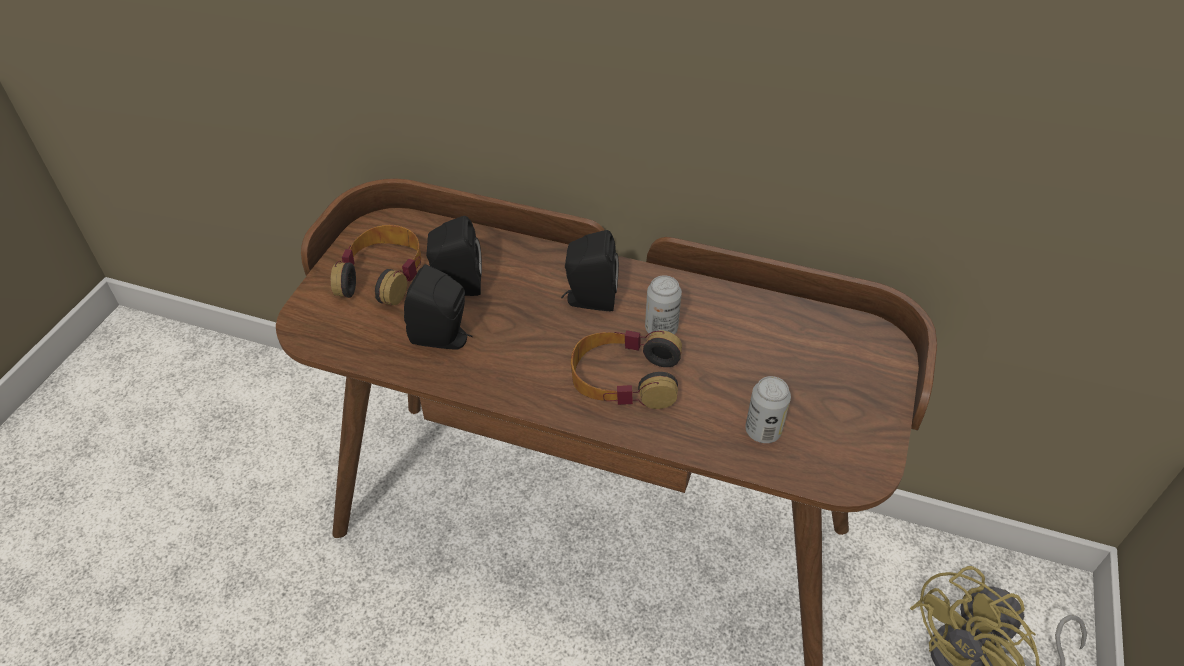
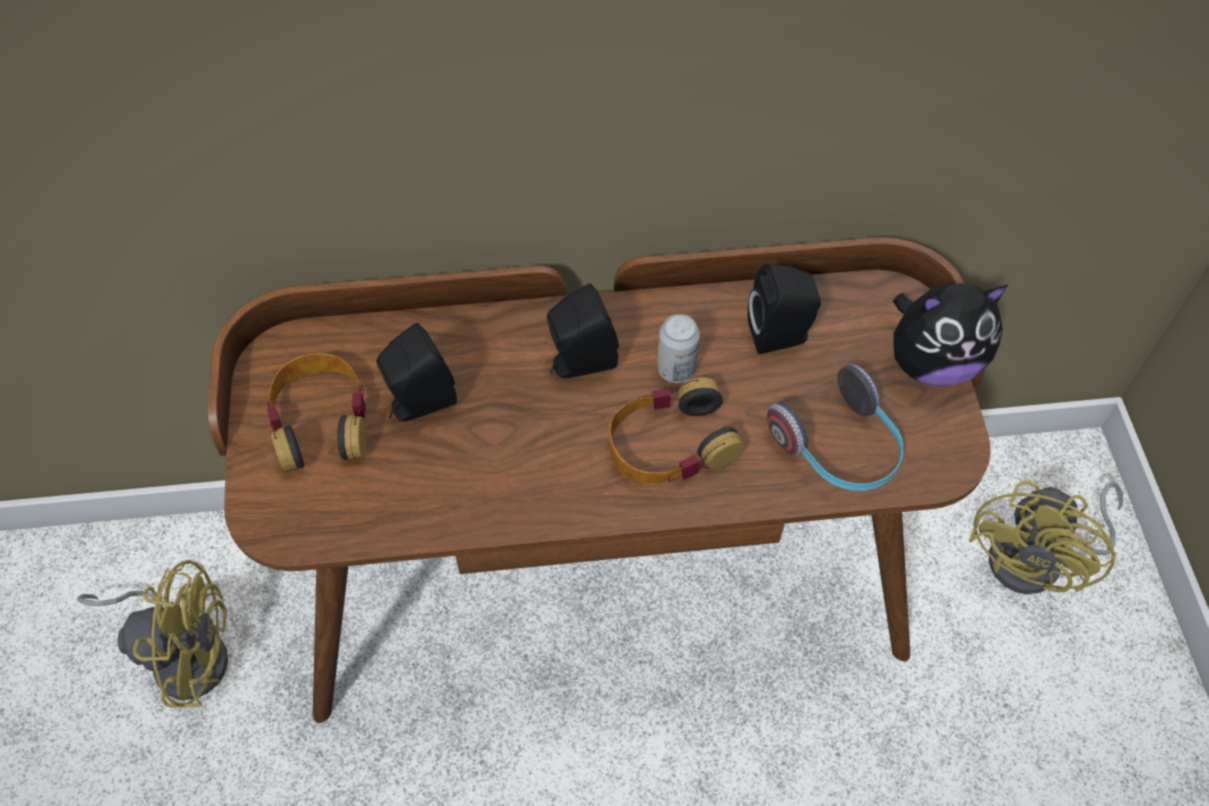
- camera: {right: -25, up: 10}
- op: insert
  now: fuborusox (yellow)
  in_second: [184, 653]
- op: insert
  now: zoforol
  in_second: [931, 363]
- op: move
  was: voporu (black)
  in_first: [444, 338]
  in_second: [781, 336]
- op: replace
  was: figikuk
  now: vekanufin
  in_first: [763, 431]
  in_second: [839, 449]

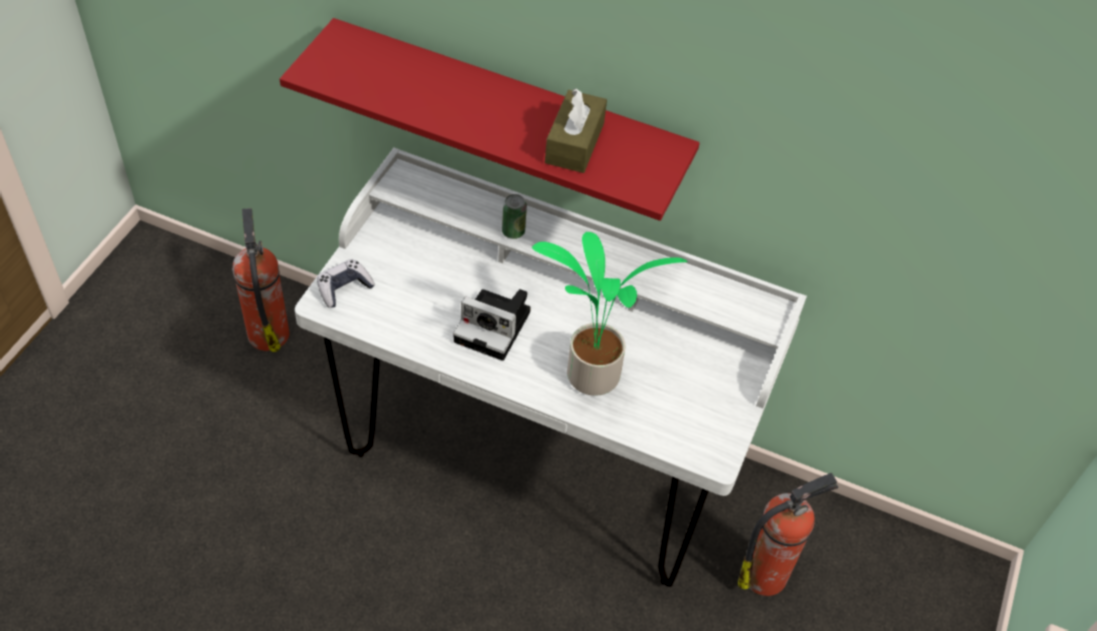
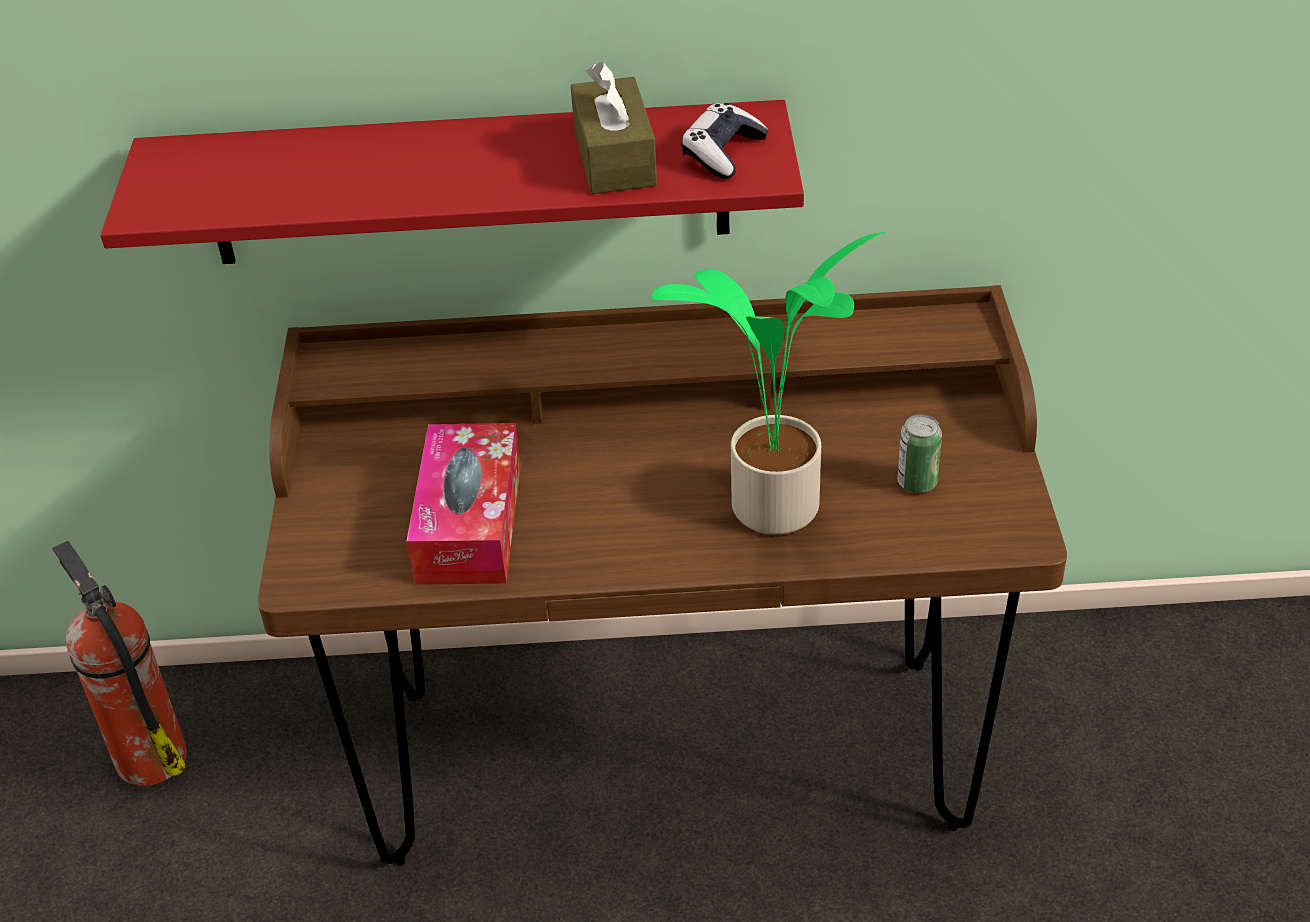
- camera: {right: -20, up: -10}
- op: delete
  was: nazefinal
  in_first: [495, 327]
- op: delete
  was: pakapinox
  in_first: [766, 574]
- op: insert
  now: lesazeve
  in_second: [469, 523]
- op: move
  was: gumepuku
  in_first: [344, 288]
  in_second: [723, 153]
- op: move
  was: figikuk
  in_first: [513, 231]
  in_second: [917, 482]
- op: recolor
  was: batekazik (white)
  now: batekazik (brown)
  in_first: [535, 465]
  in_second: [670, 757]

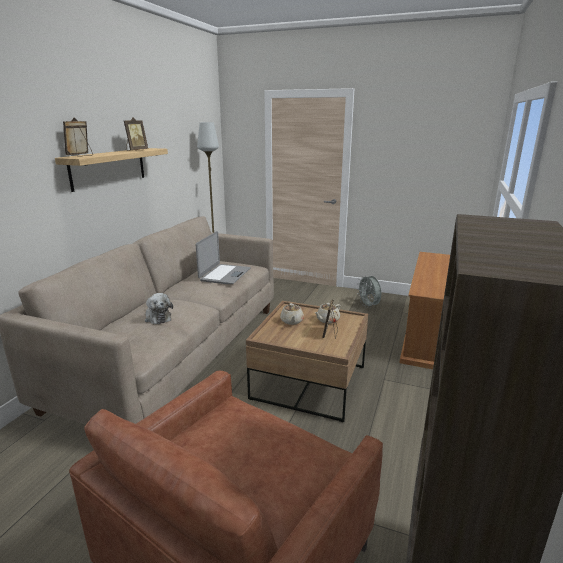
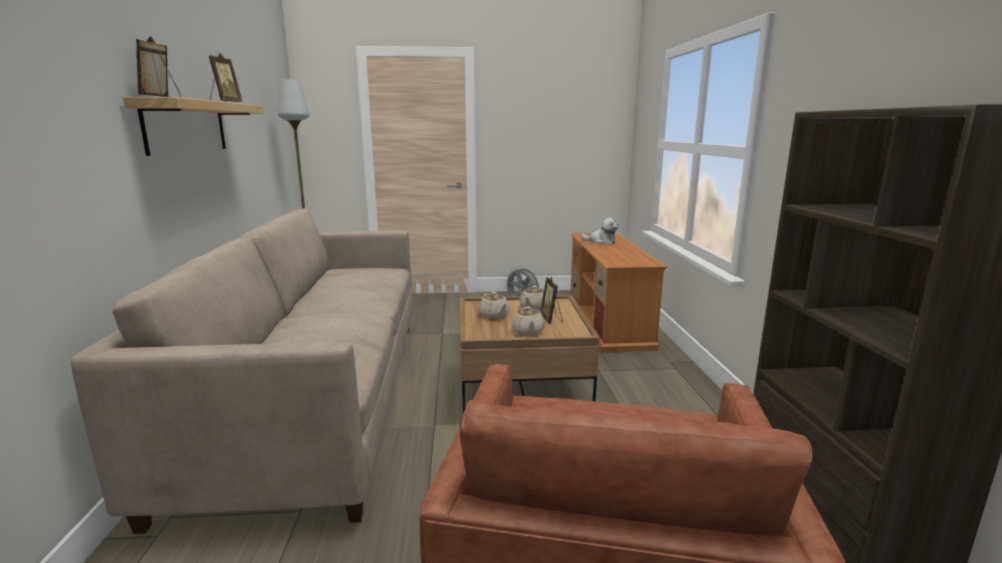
- camera: {right: -25, up: -5}
- op: delete
  was: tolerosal
  in_first: [224, 275]
- op: insert
  now: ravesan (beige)
  in_second: [528, 332]
- op: move
  was: zoforol
  in_first: [157, 317]
  in_second: [601, 241]

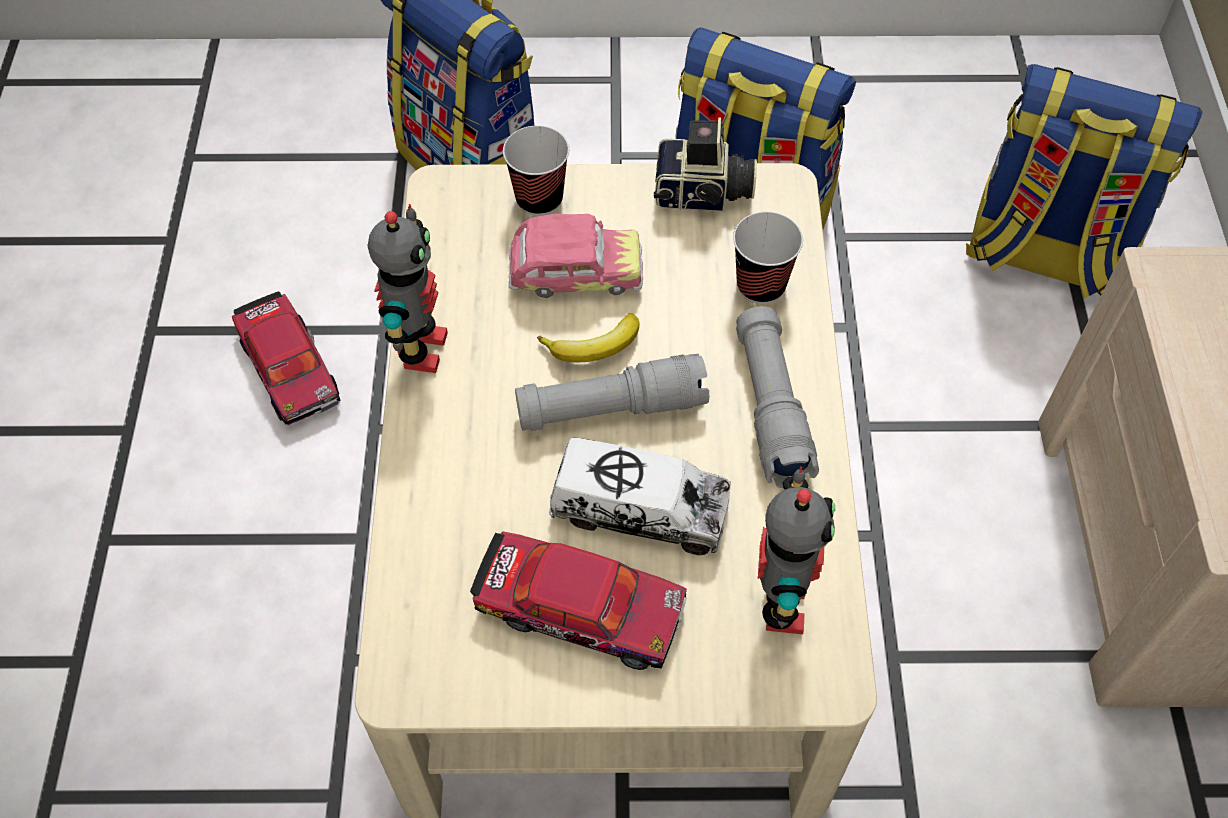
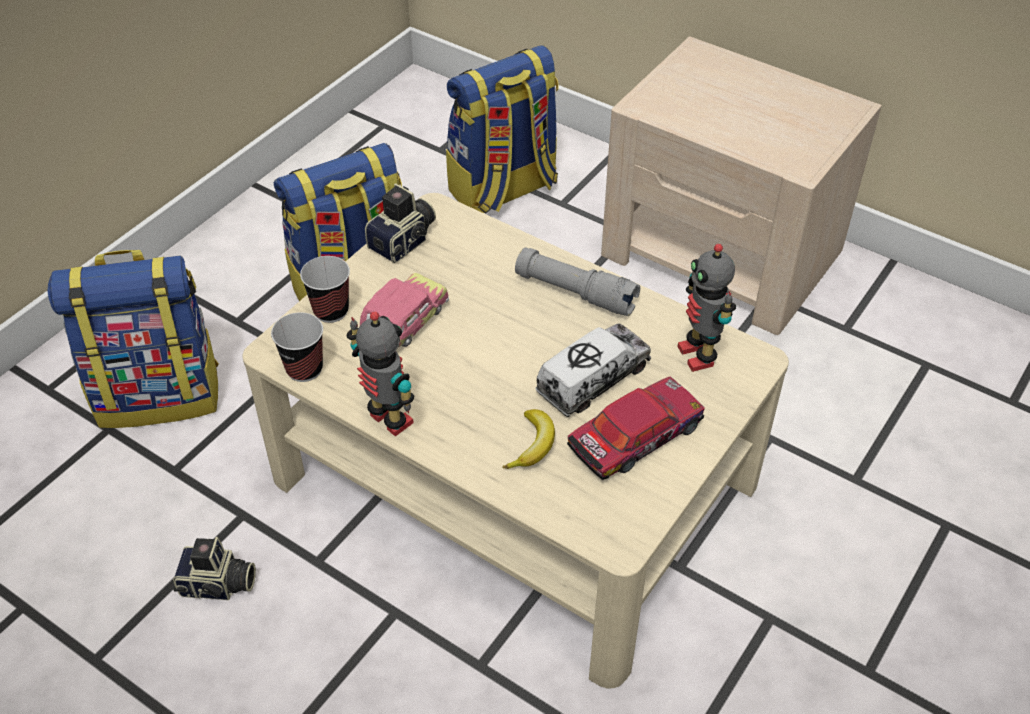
- camera: {right: -55, up: -10}
- op: delete
  was: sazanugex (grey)
  in_first: [611, 408]
- op: move
  was: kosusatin
  in_first: [594, 347]
  in_second: [532, 445]
- op: move
  was: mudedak
  in_first: [761, 286]
  in_second: [304, 369]
- op: replace
  was: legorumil
  now: nazefinal
  in_first: [289, 367]
  in_second: [218, 586]
- op: rotate
  was: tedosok
  in_first: [779, 605]
  in_second: [698, 355]
  clockwise: -150

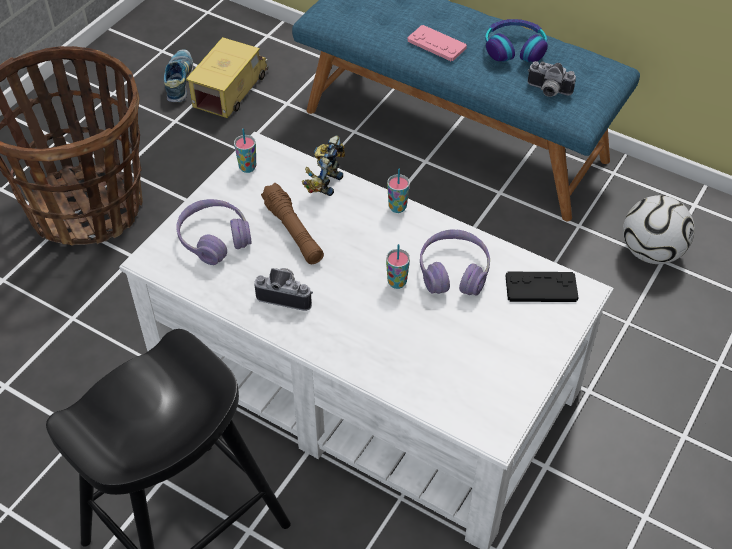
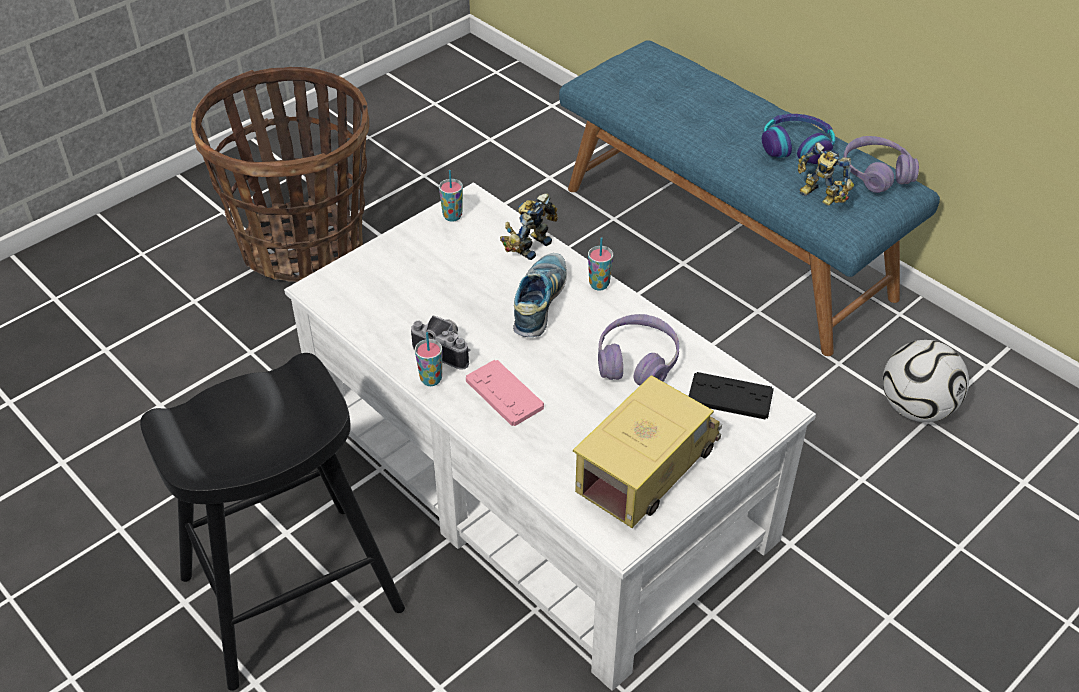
- camera: {right: 15, up: -5}
- op: delete
  was: sazanugex (brown)
  in_first: [293, 231]
- op: move
  was: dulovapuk
  in_first: [179, 81]
  in_second: [539, 303]
- op: move
  was: vekanufin (purple)
  in_first: [214, 239]
  in_second: [876, 173]
- op: move
  was: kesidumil
  in_first: [230, 90]
  in_second: [647, 468]
- op: move
  was: mudedak
  in_first: [397, 282]
  in_second: [431, 379]
- op: move
  was: gumepuku (pink)
  in_first: [436, 44]
  in_second: [504, 394]
- op: replace
  was: nazefinal
  now: tedosok
  in_first: [547, 91]
  in_second: [819, 197]

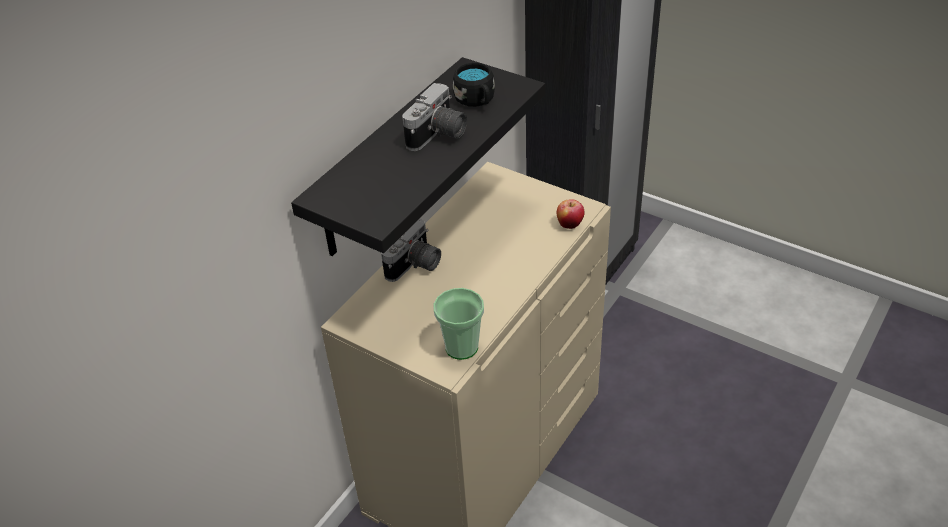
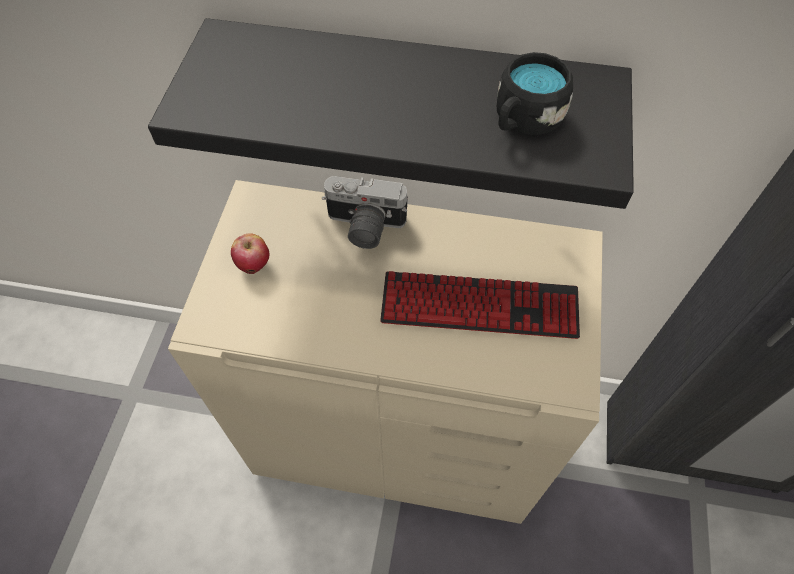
- camera: {right: 65, up: 15}
- op: delete
  was: nazefinal
  in_first: [438, 135]
- op: delete
  was: mudedak
  in_first: [461, 347]
- op: insert
  now: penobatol
  in_second: [479, 307]
- op: move
  was: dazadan
  in_first: [570, 224]
  in_second: [254, 265]

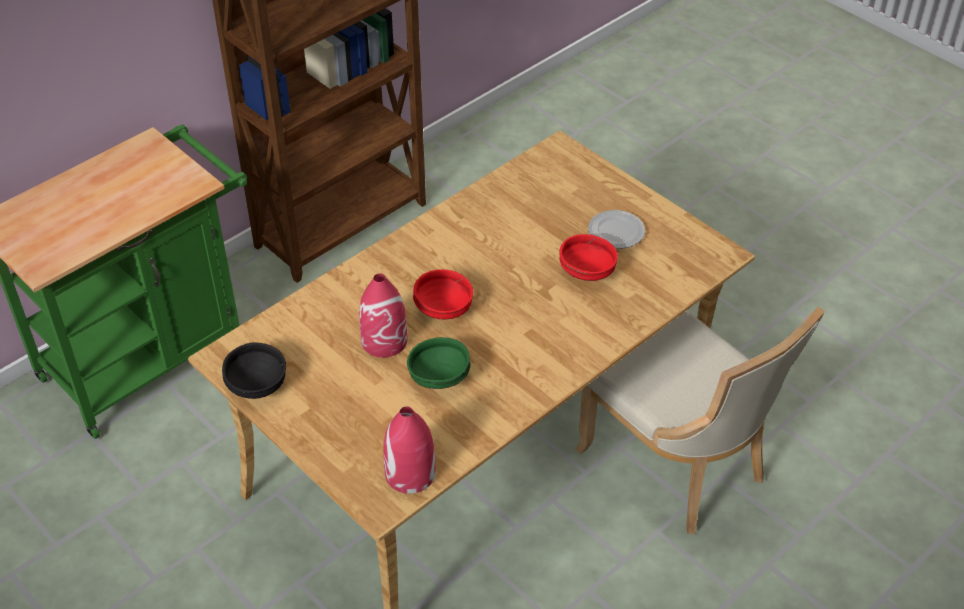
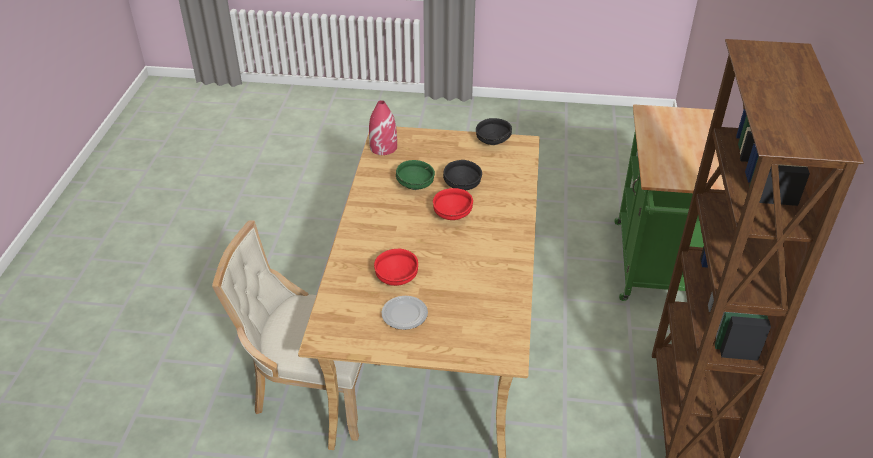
- camera: {right: 140, up: -5}
- op: replace
  was: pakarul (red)
  now: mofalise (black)
  in_first: [384, 340]
  in_second: [462, 186]

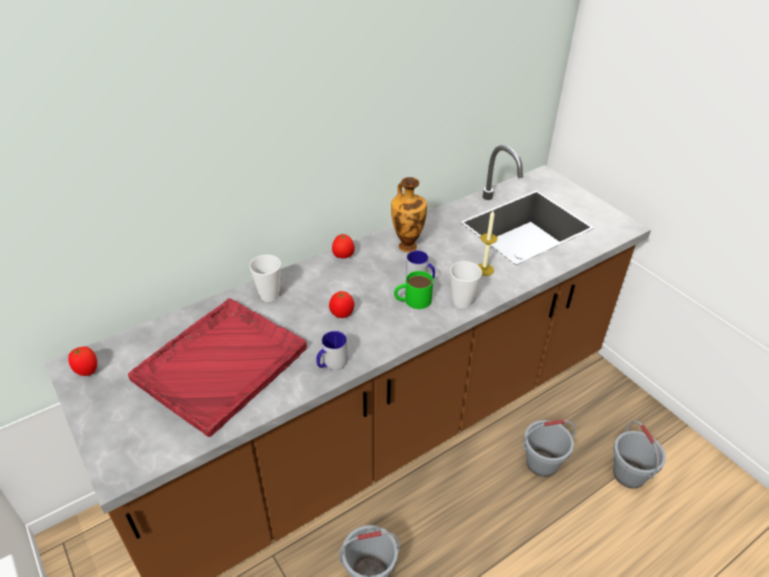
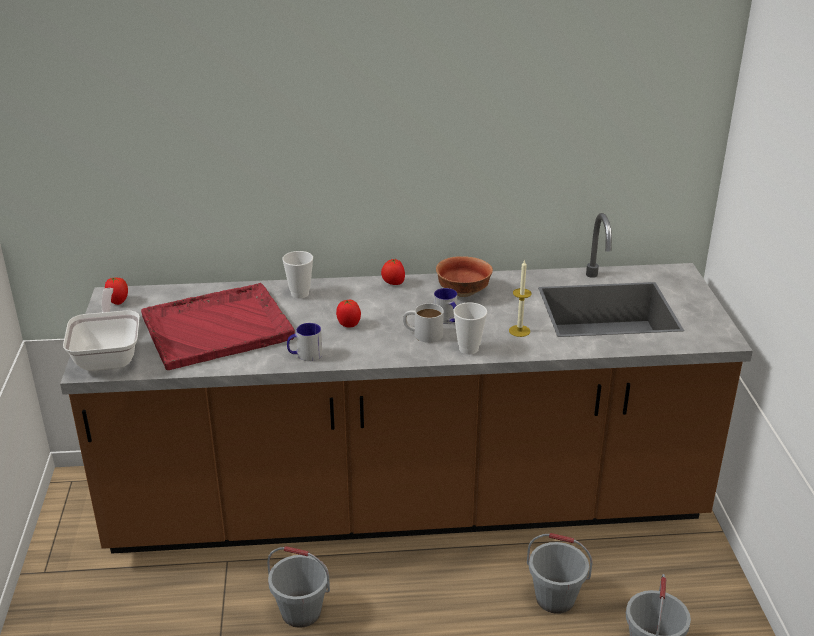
- camera: {right: 30, up: -10}
- op: insert
  now: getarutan
  in_second: [109, 355]
- op: replace
  was: pakarul
  now: mofalise
  in_first: [407, 245]
  in_second: [462, 291]
- op: recolor
  was: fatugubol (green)
  now: fatugubol (white)
  in_first: [412, 300]
  in_second: [422, 334]

